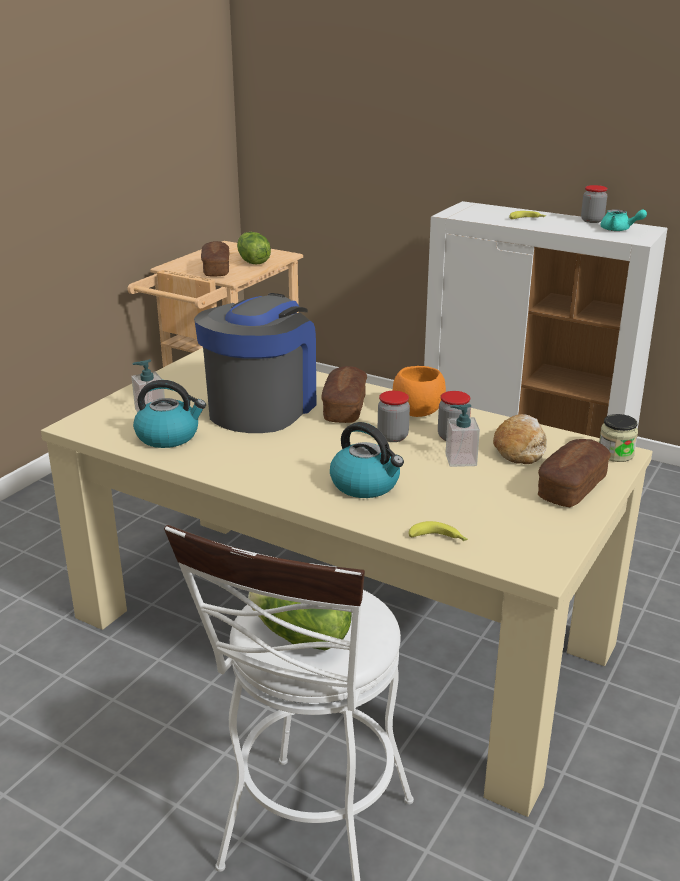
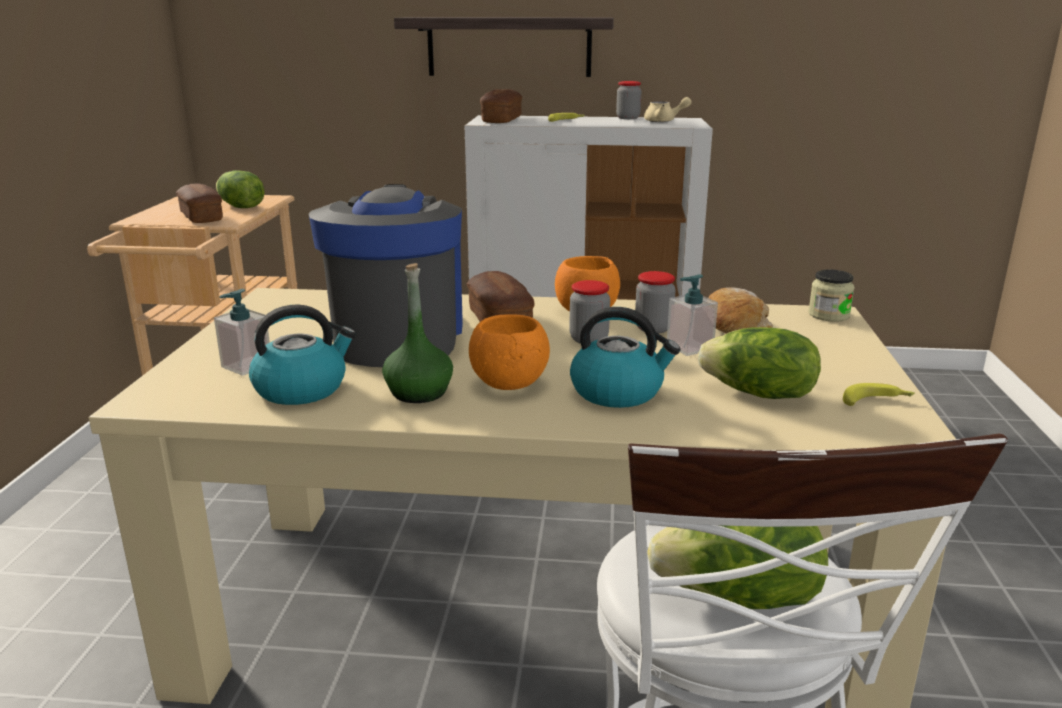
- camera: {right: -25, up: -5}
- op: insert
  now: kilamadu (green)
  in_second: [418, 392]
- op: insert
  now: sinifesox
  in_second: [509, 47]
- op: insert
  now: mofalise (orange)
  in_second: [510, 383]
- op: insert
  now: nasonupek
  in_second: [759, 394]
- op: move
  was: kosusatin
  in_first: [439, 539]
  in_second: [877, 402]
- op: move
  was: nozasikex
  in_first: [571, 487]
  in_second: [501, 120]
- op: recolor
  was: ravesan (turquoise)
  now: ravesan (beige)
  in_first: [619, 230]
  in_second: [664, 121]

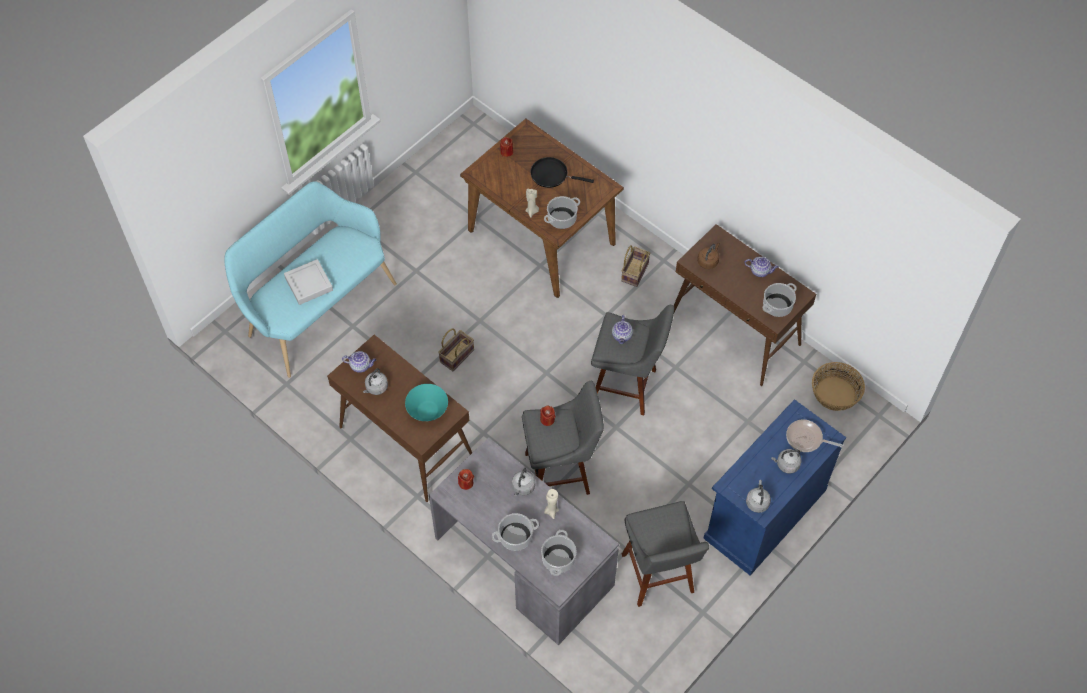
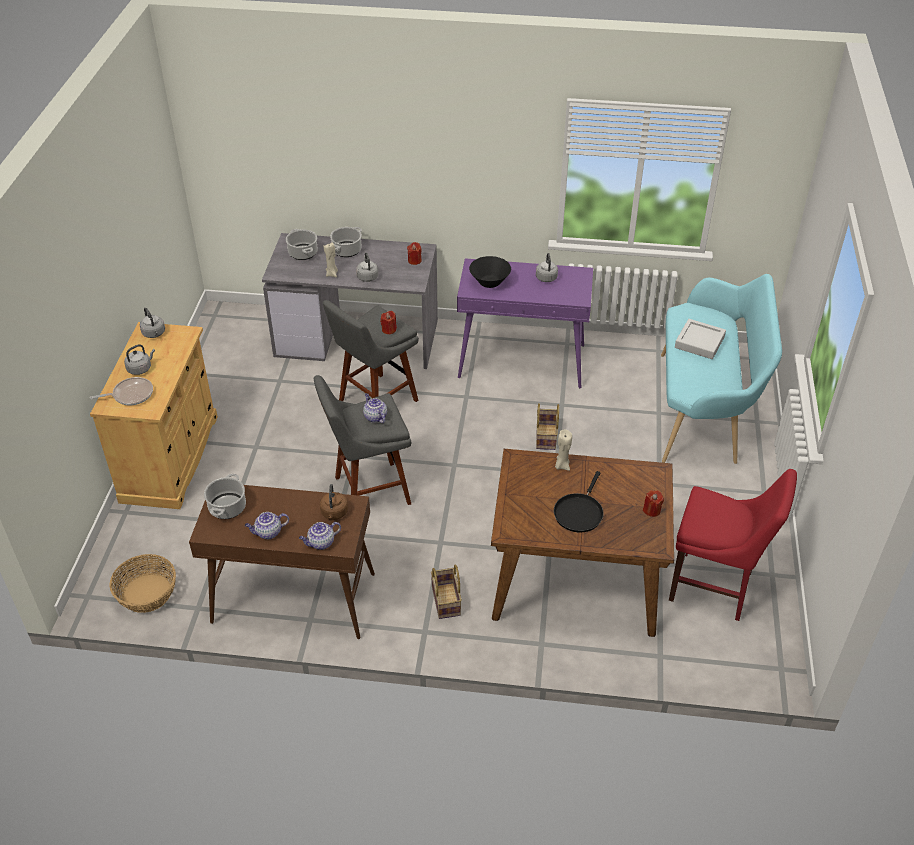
- camera: {right: 145, up: -15}
- op: delete
  was: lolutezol
  in_first: [561, 219]
- op: delete
  was: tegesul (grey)
  in_first: [658, 577]
- op: insert
  now: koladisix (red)
  in_second: [715, 587]
- op: move
  was: ravesan
  in_first: [361, 365]
  in_second: [321, 543]
- op: recolor
  was: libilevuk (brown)
  now: libilevuk (purple)
  in_first: [405, 442]
  in_second: [522, 361]
- op: recolor
  was: mofalise (turquoise)
  now: mofalise (black)
  in_first: [427, 410]
  in_second: [490, 282]
- op: recolor
  was: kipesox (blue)
  now: kipesox (beige)
  in_first: [764, 513]
  in_second: [170, 458]
- op: rotate
  was: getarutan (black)
  in_first: [552, 175]
  in_second: [579, 512]
  clockwise: 135

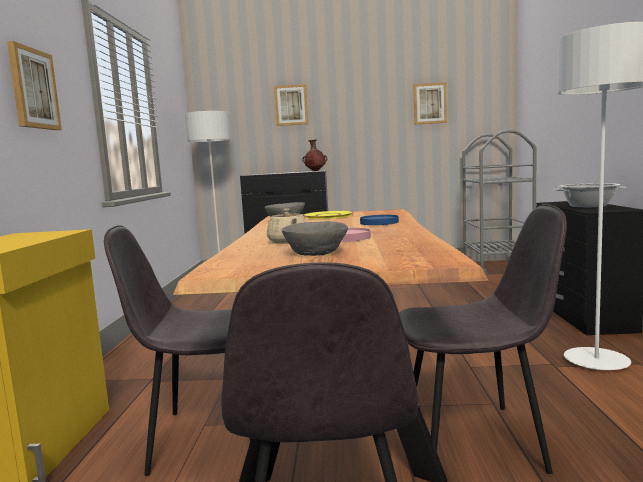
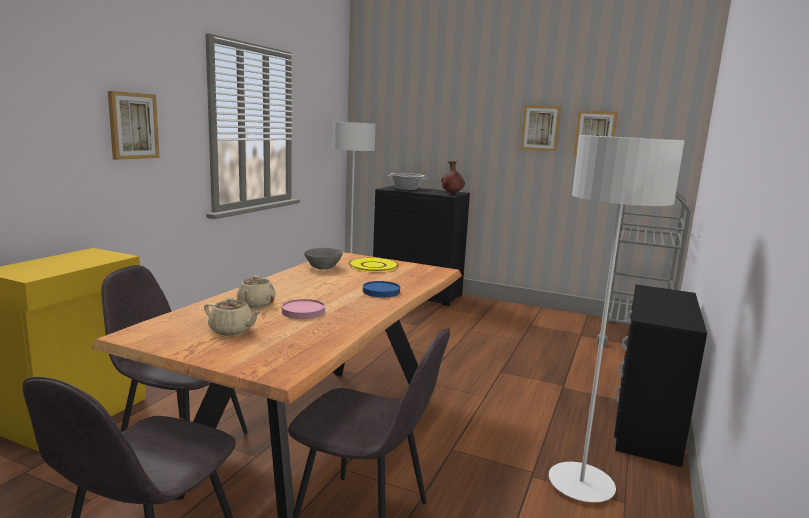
- camera: {right: 20, up: 5}
- op: move
  was: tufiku
  in_first: [291, 105]
  in_second: [540, 128]
- op: move
  was: lolutezol
  in_first: [588, 206]
  in_second: [406, 189]
- op: replace
  was: mofalise (grey)
  now: ravesan (beige)
  in_first: [315, 254]
  in_second: [232, 330]

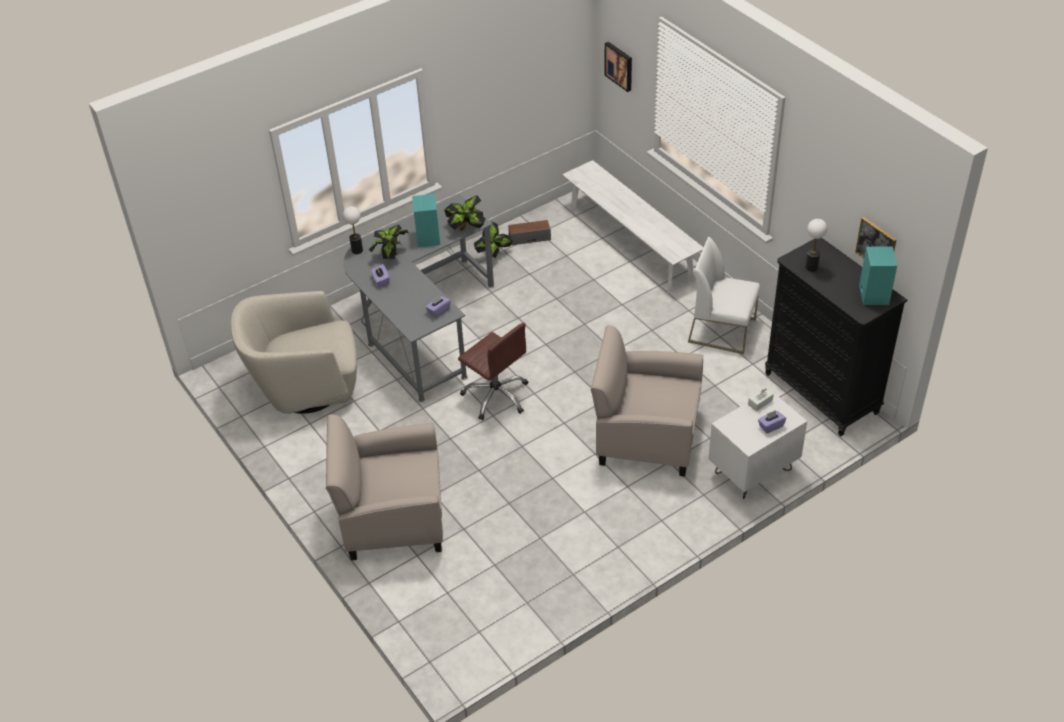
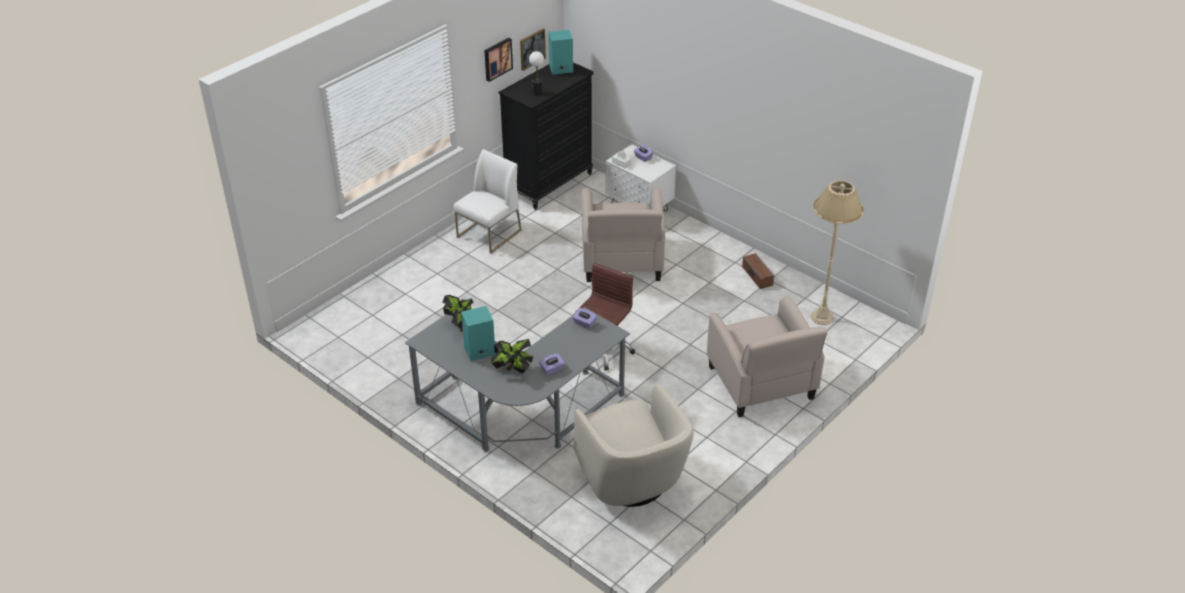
- camera: {right: -105, up: -5}
- op: delete
  was: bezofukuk
  in_first: [357, 250]
- op: delete
  was: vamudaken
  in_first: [493, 255]
- op: delete
  was: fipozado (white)
  in_first: [630, 244]
- op: insert
  now: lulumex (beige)
  in_second: [822, 317]
- op: move
  was: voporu
  in_first: [529, 237]
  in_second: [757, 276]
- op: move
  was: tufiku
  in_first: [619, 66]
  in_second: [497, 59]
- op: rotate
  was: koladisix (white)
  in_first: [722, 330]
  in_second: [489, 234]
  clockwise: -150

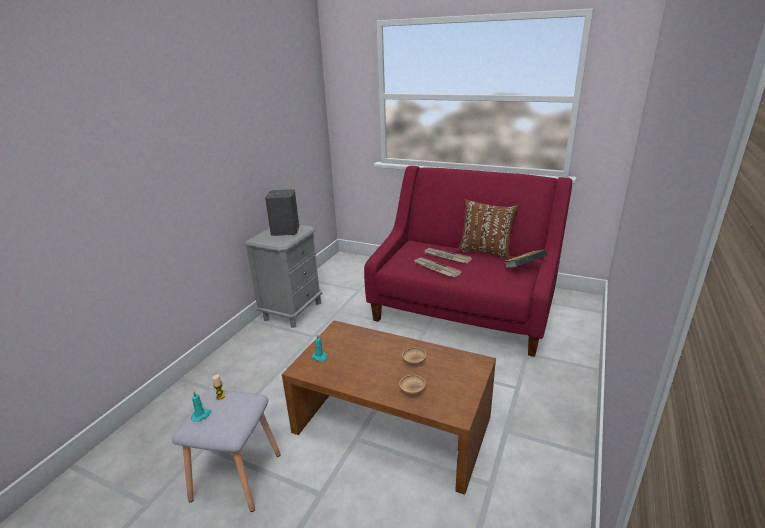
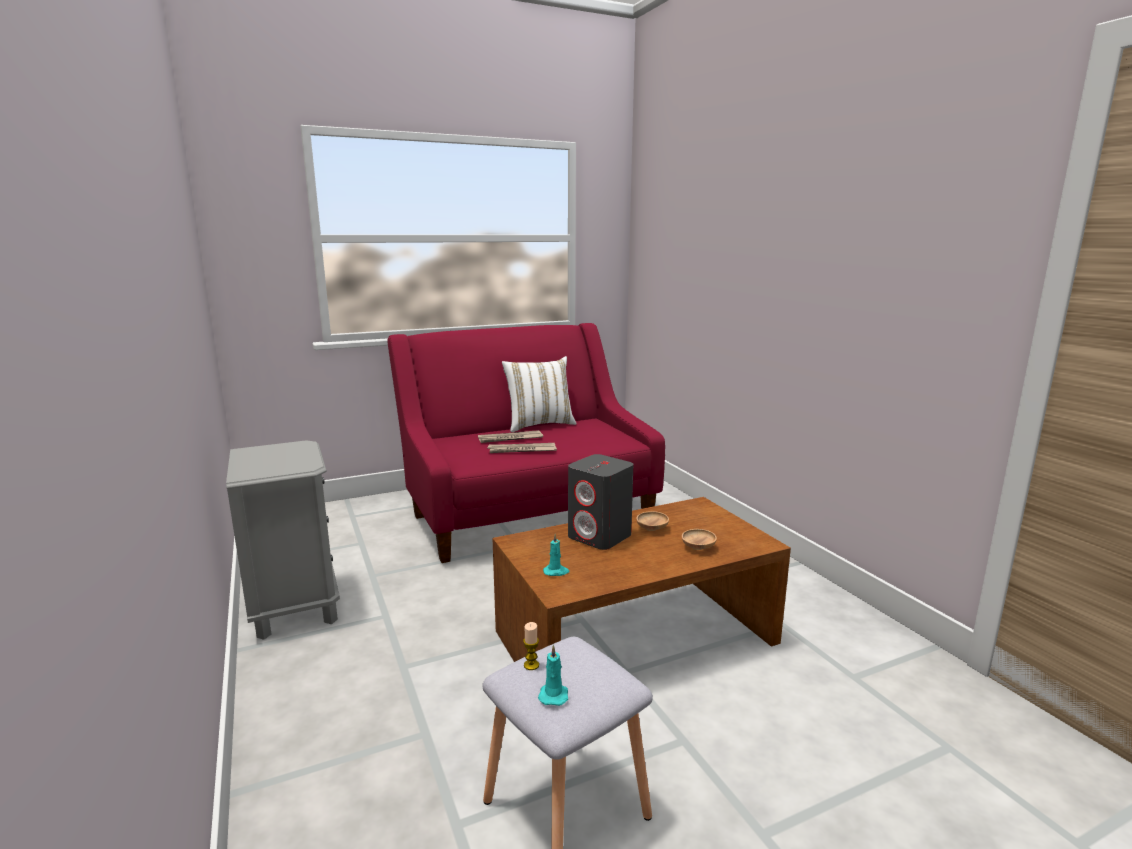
- camera: {right: -50, up: -10}
- op: delete
  was: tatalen
  in_first: [523, 269]
- op: move
  was: voporu (grey)
  in_first: [285, 231]
  in_second: [600, 536]
- op: recolor
  was: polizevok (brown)
  now: polizevok (white)
  in_first: [485, 252]
  in_second: [539, 425]

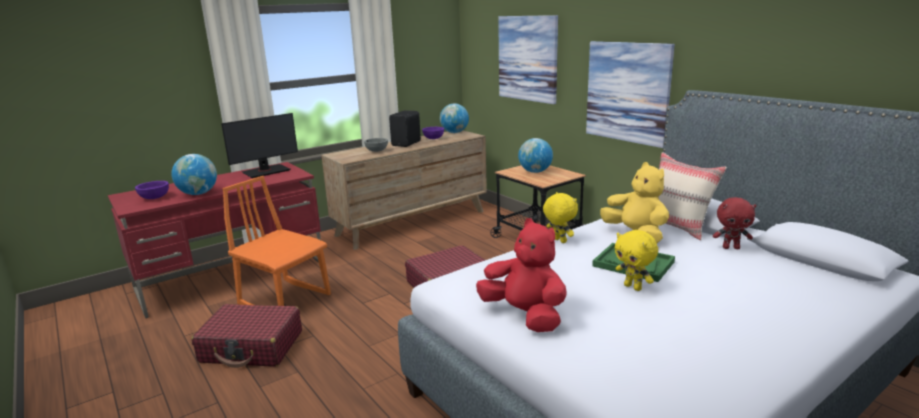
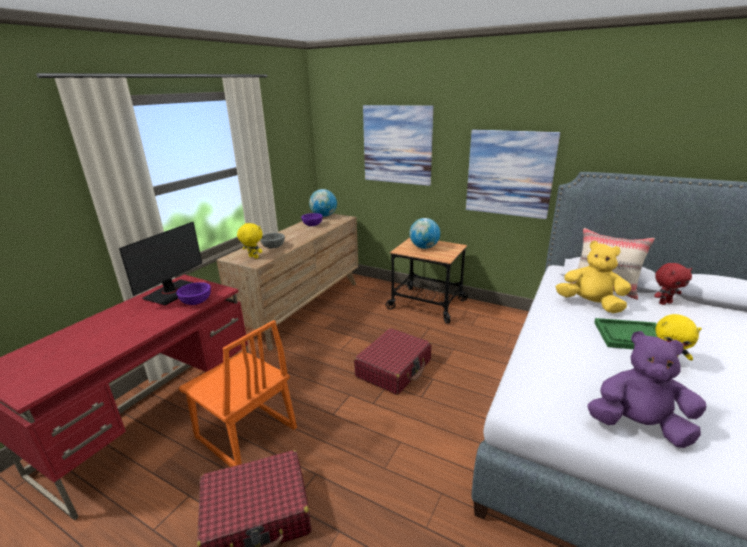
- camera: {right: -25, up: 5}
- op: delete
  was: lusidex
  in_first: [198, 194]
- op: delete
  was: voporu (black)
  in_first: [407, 143]
- op: move
  was: mofalise (purple)
  in_first: [154, 198]
  in_second: [196, 302]
- op: move
  was: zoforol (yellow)
  in_first: [559, 241]
  in_second: [253, 257]
- op: recolor
  was: zoforol (red)
  now: zoforol (purple)
  in_first: [524, 315]
  in_second: [638, 426]
- op: rotate
  was: koladisix (orange)
  in_first: [285, 299]
  in_second: [245, 434]
  clockwise: -150

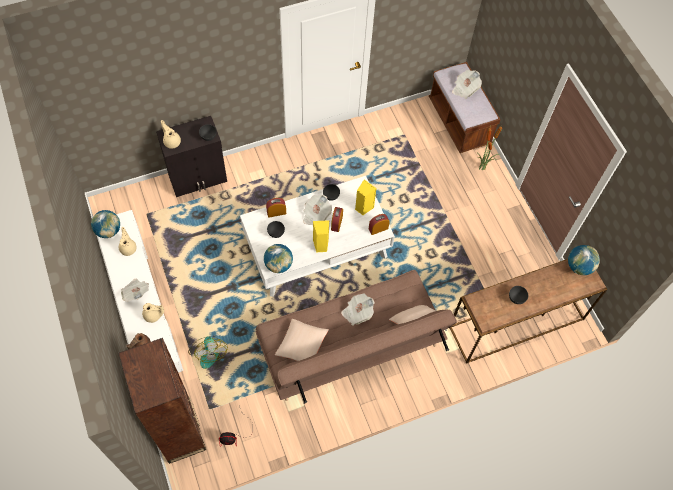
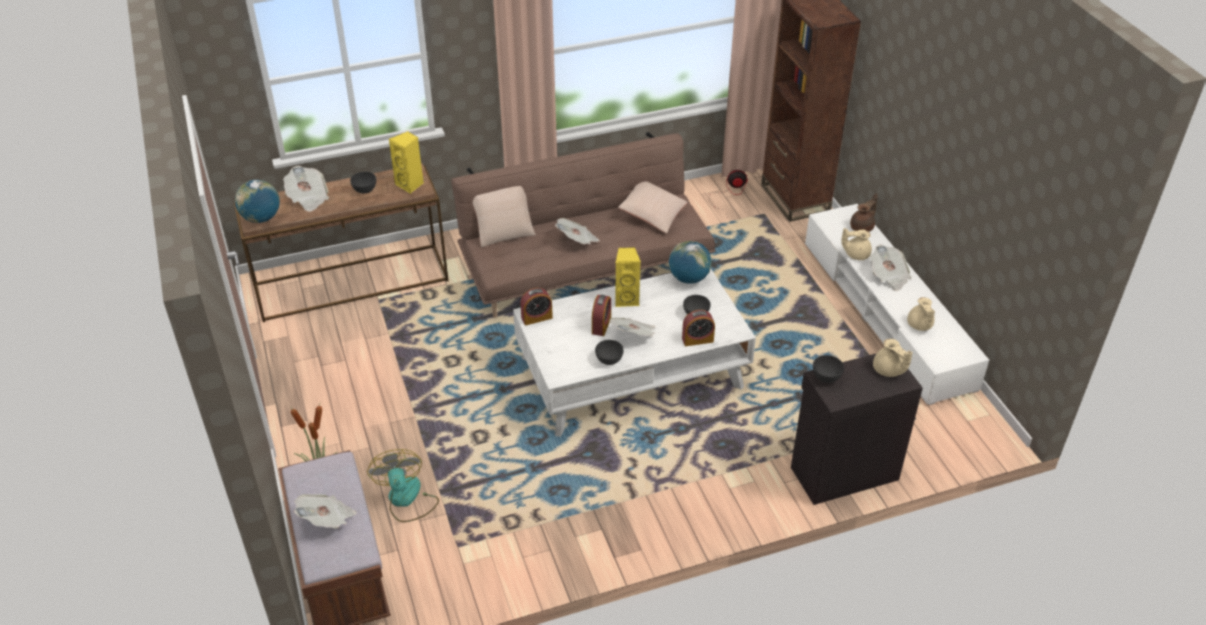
- camera: {right: -175, up: -20}
- op: delete
  was: lusidex
  in_first: [108, 231]
- op: insert
  now: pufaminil
  in_second: [308, 198]
- op: move
  was: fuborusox
  in_first: [208, 352]
  in_second: [406, 499]
- op: move
  was: voporu (yellow)
  in_first: [363, 207]
  in_second: [410, 185]

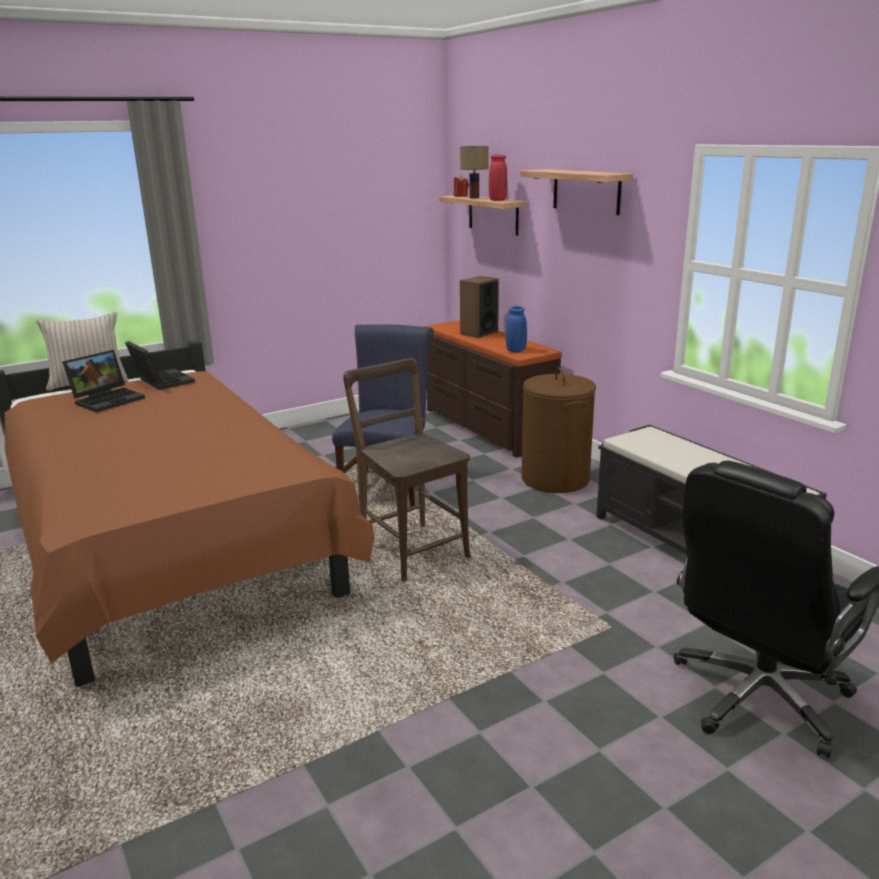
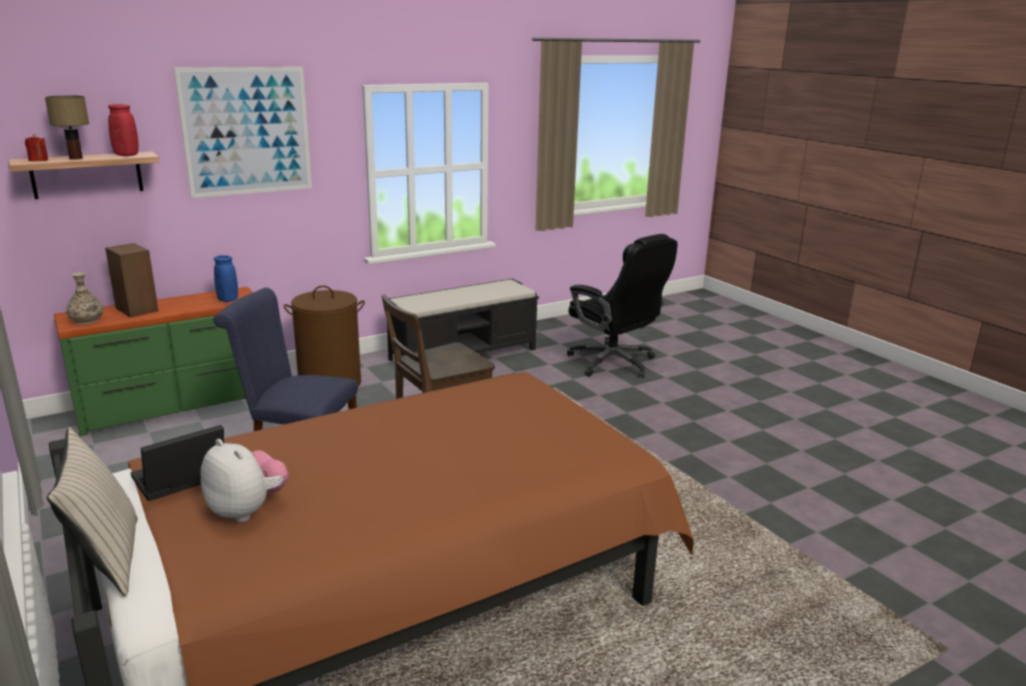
- camera: {right: -90, up: 0}
- op: insert
  now: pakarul
  in_second: [87, 320]
- op: replace
  was: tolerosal
  now: zoforol
  in_first: [108, 399]
  in_second: [247, 510]
- op: replace
  was: sinifesox
  now: tufiku
  in_first: [586, 191]
  in_second: [247, 131]
- op: recolor
  was: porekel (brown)
  now: porekel (green)
  in_first: [486, 427]
  in_second: [176, 405]

